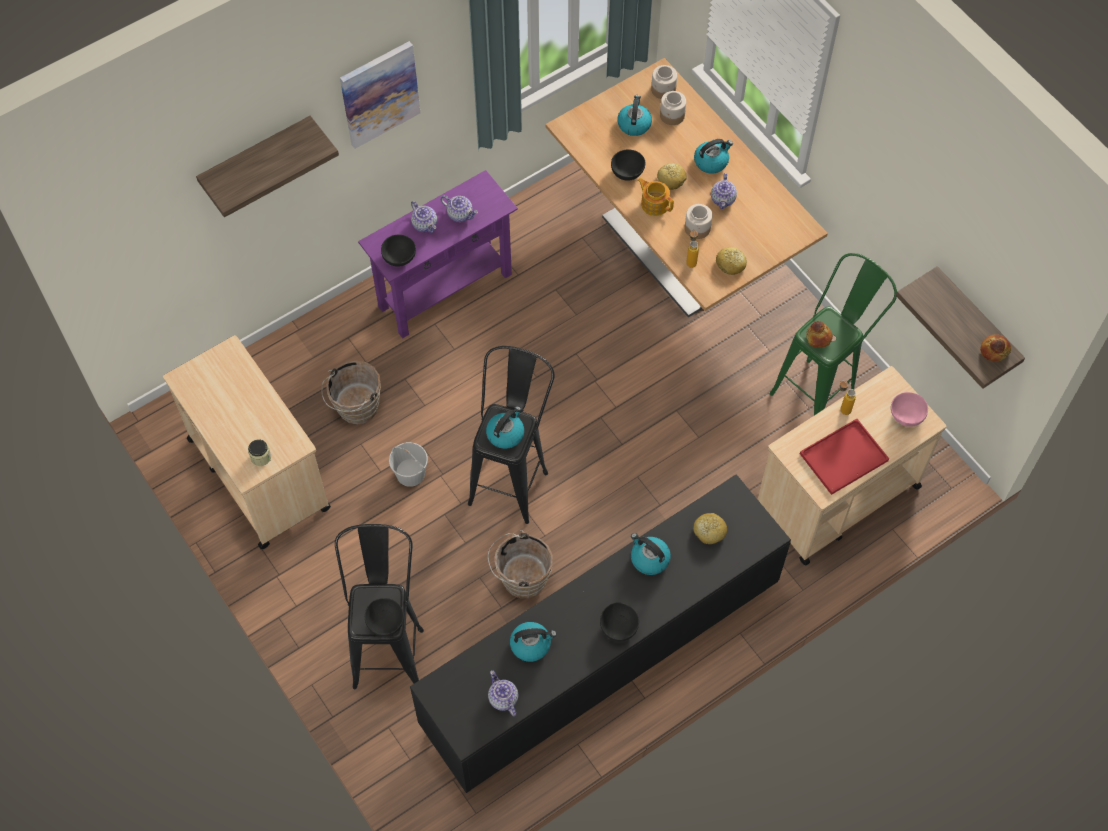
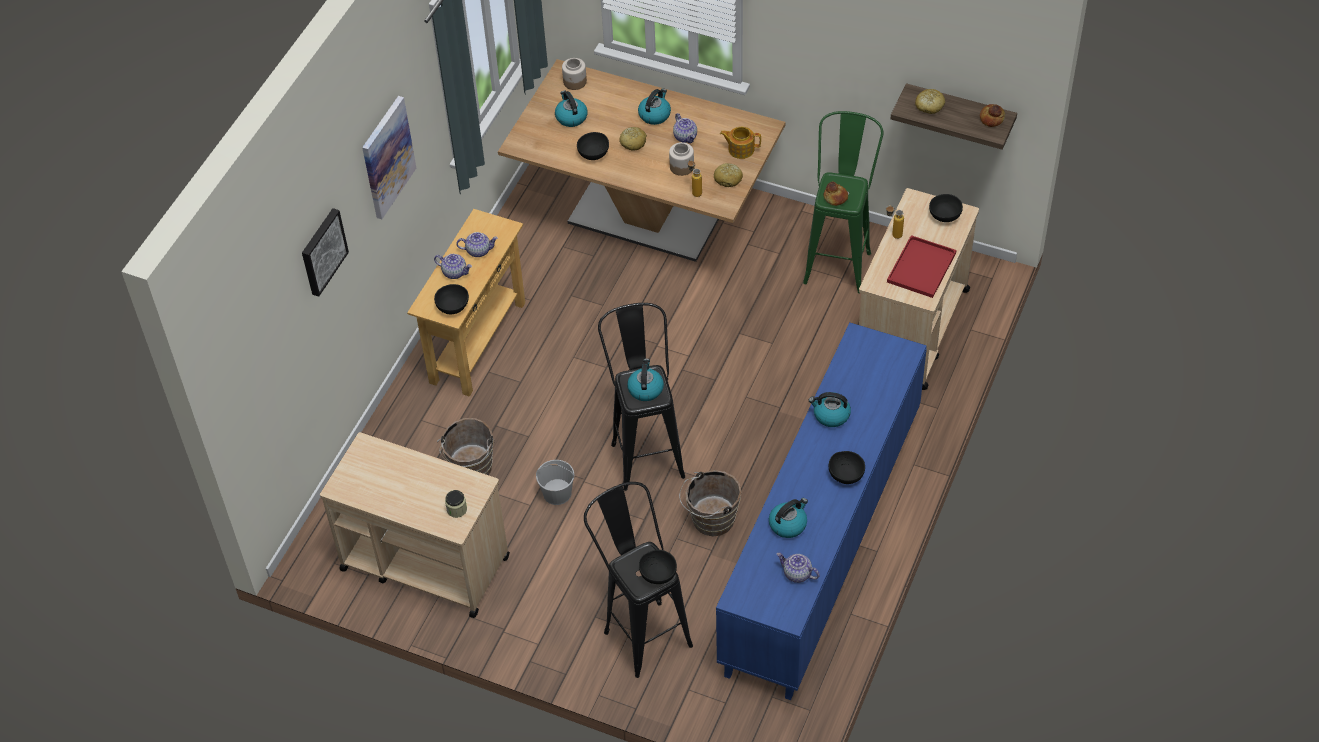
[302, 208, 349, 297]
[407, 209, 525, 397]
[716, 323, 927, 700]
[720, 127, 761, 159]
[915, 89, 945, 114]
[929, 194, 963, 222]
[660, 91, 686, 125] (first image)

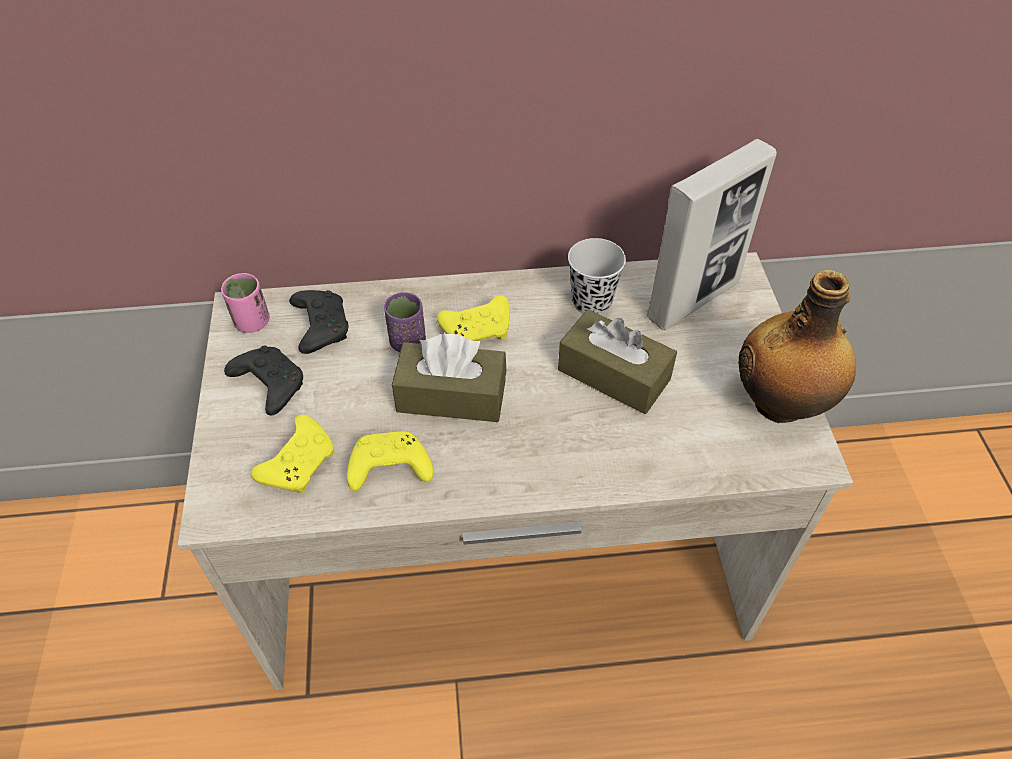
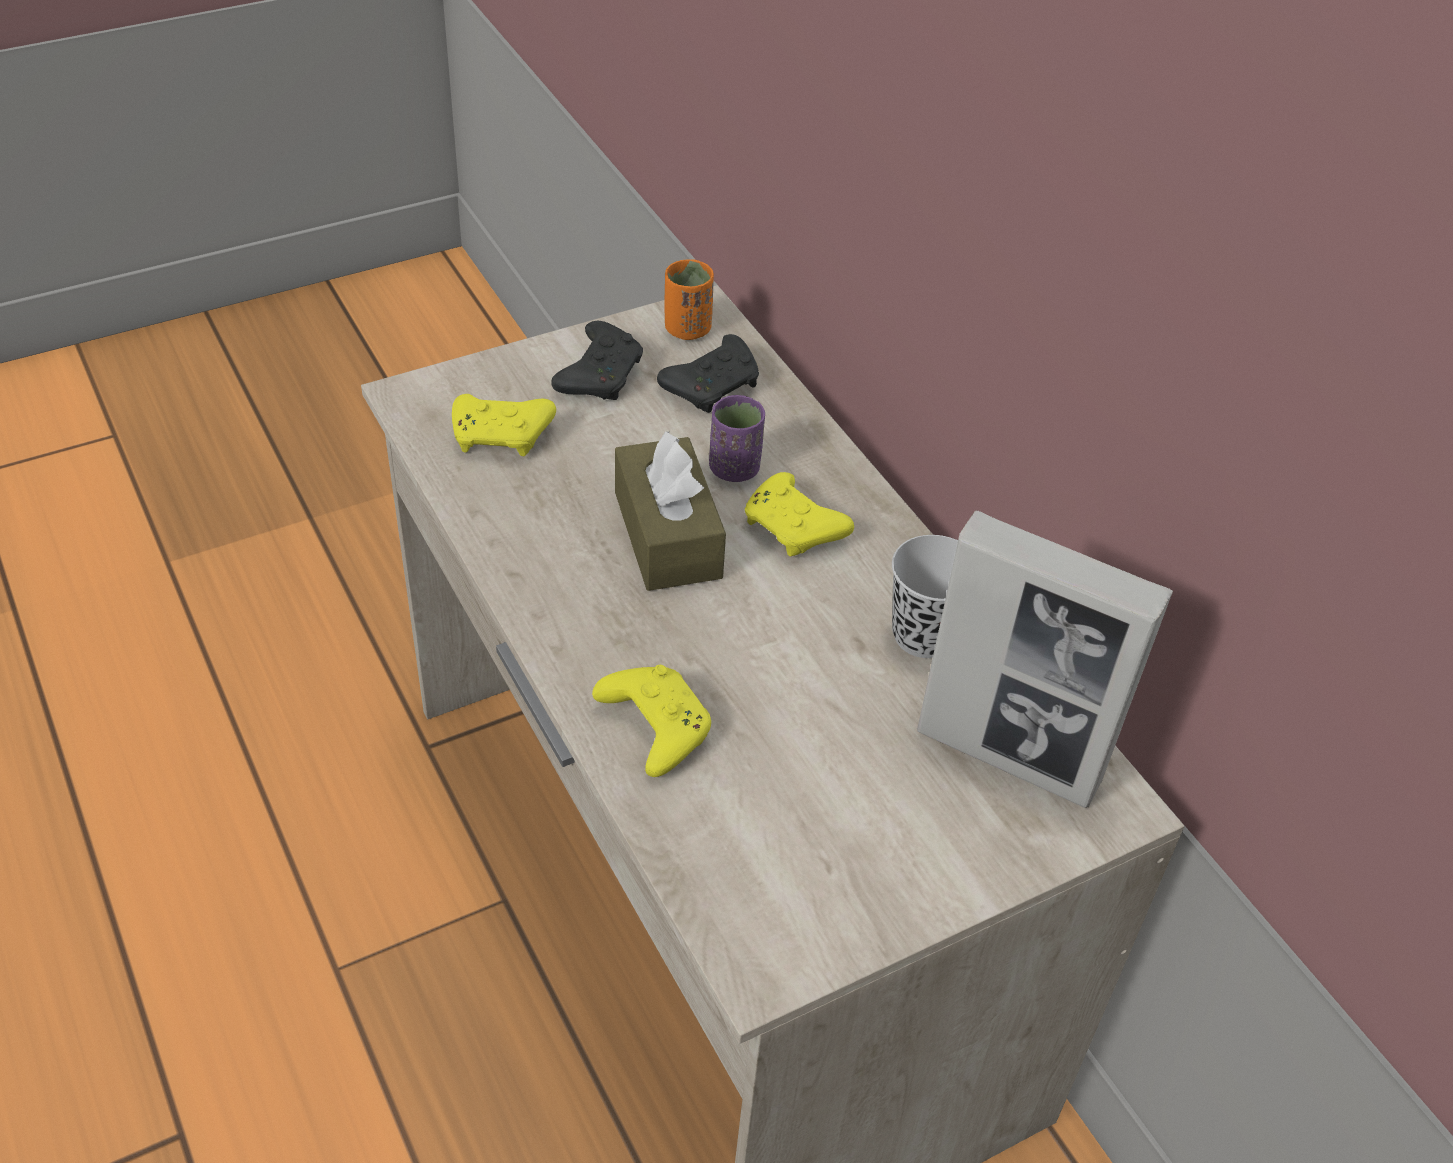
[592, 665, 711, 777]
[664, 259, 714, 340]
[558, 309, 677, 414] (first image)
[738, 270, 856, 423] (first image)

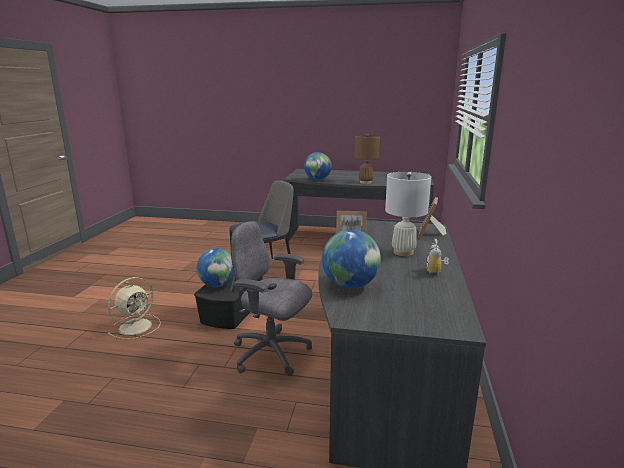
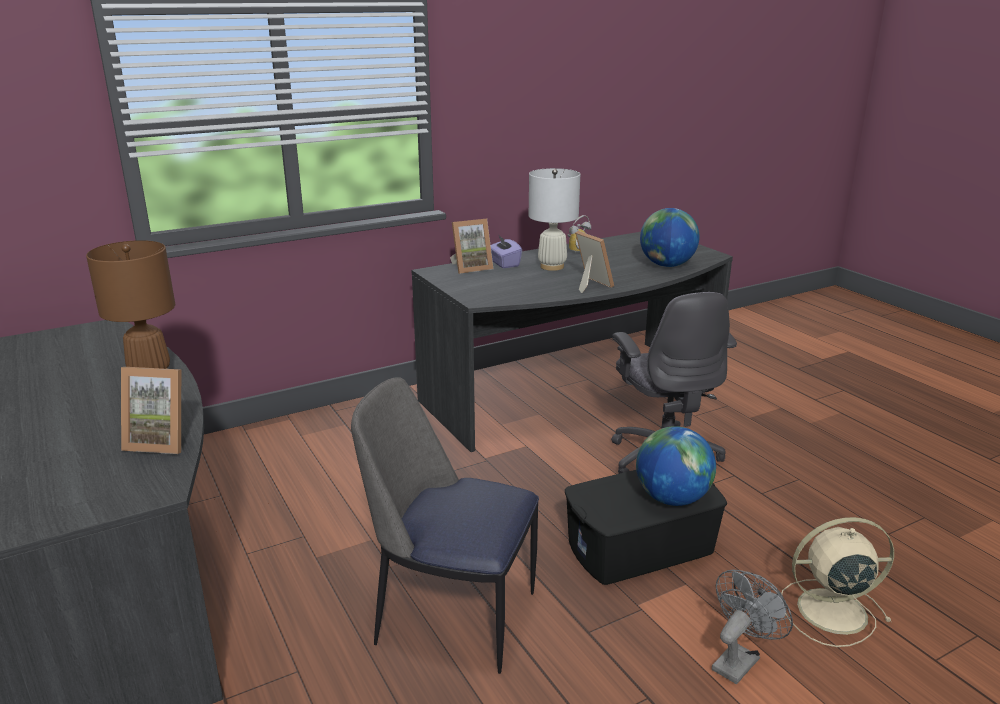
[121, 367, 181, 454]
[491, 236, 522, 268]
[712, 570, 793, 684]

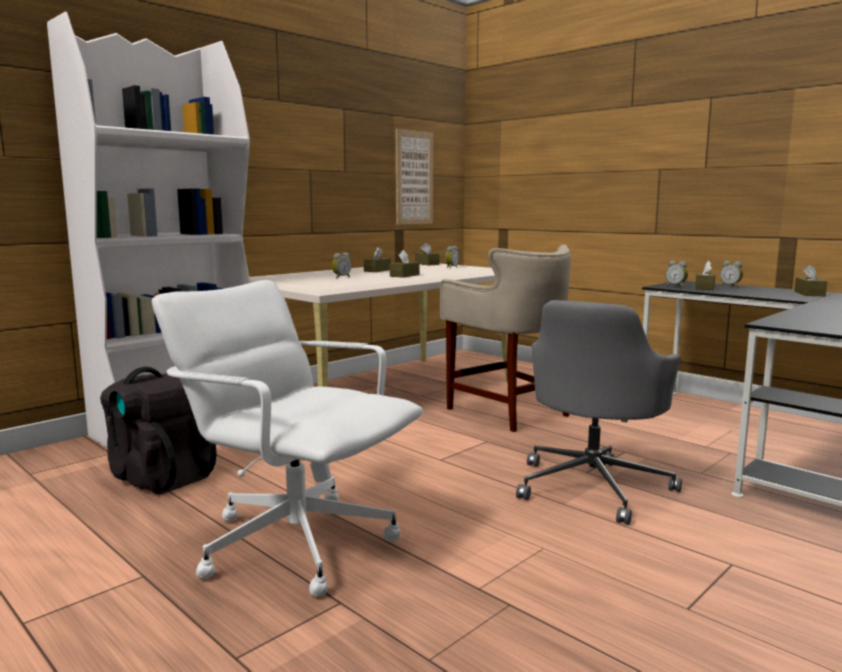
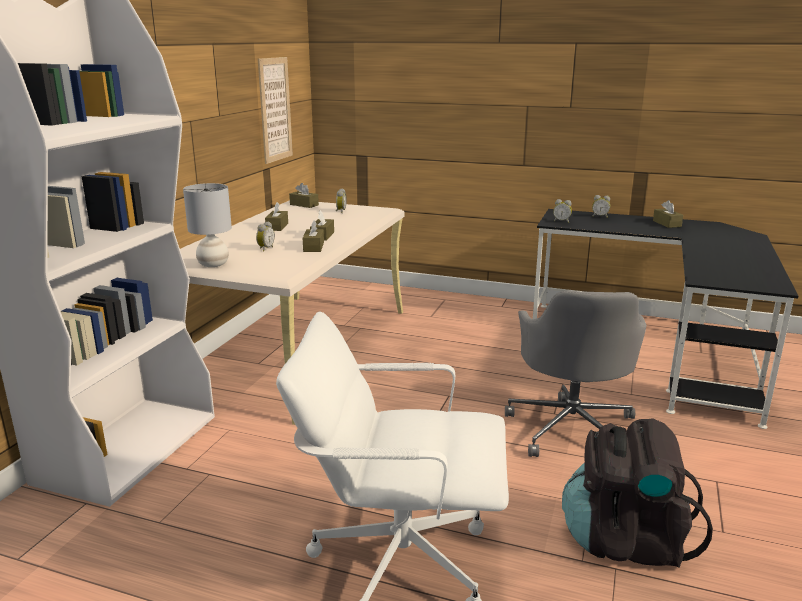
[183, 183, 232, 267]
[303, 220, 324, 252]
[562, 419, 713, 568]
[440, 245, 571, 432] (first image)

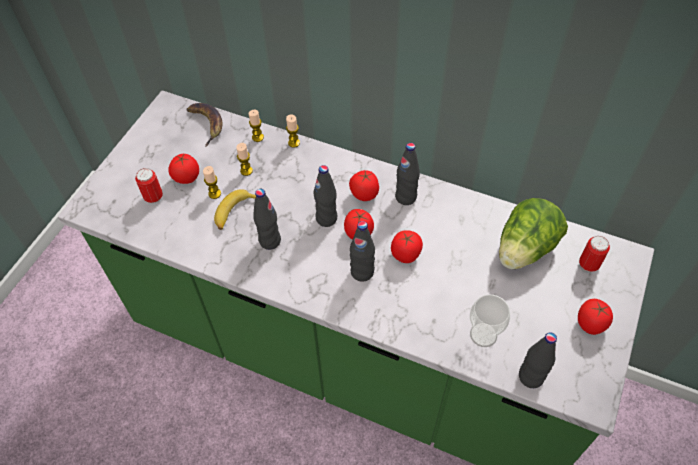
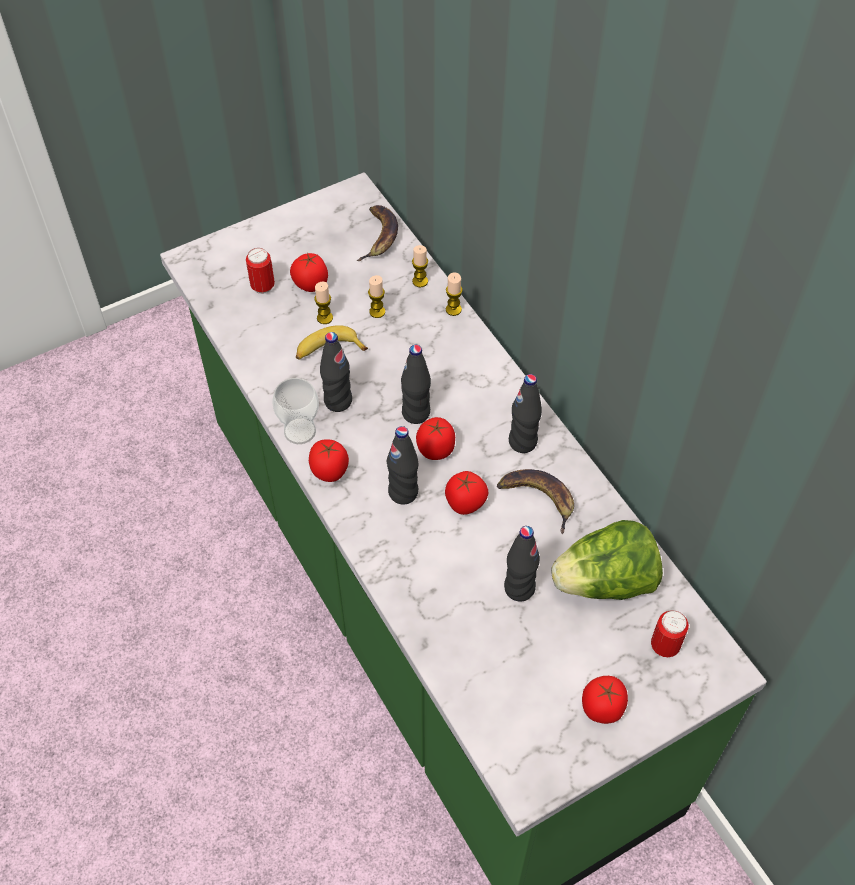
[272, 378, 319, 444]
[309, 439, 349, 482]
[497, 469, 574, 535]
[504, 526, 540, 602]

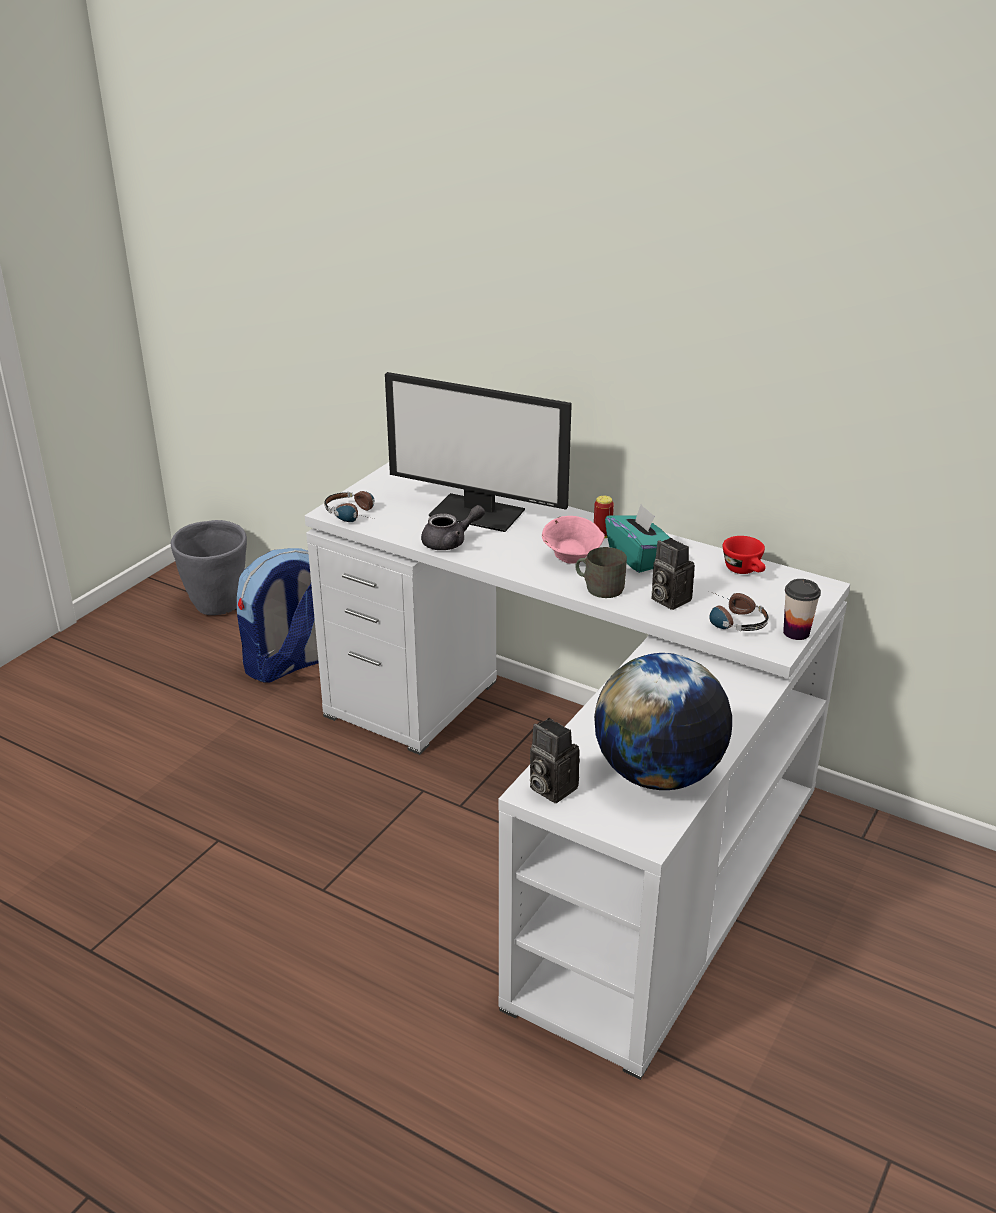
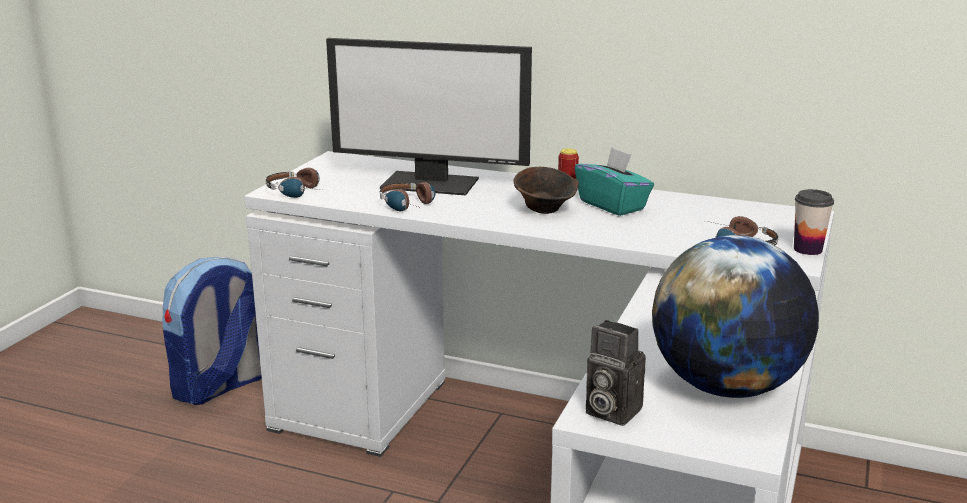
[379, 182, 435, 211]
[513, 167, 579, 214]
[171, 520, 247, 615] (first image)
[575, 547, 627, 598] (first image)
[651, 538, 695, 610] (first image)
[723, 536, 766, 574] (first image)

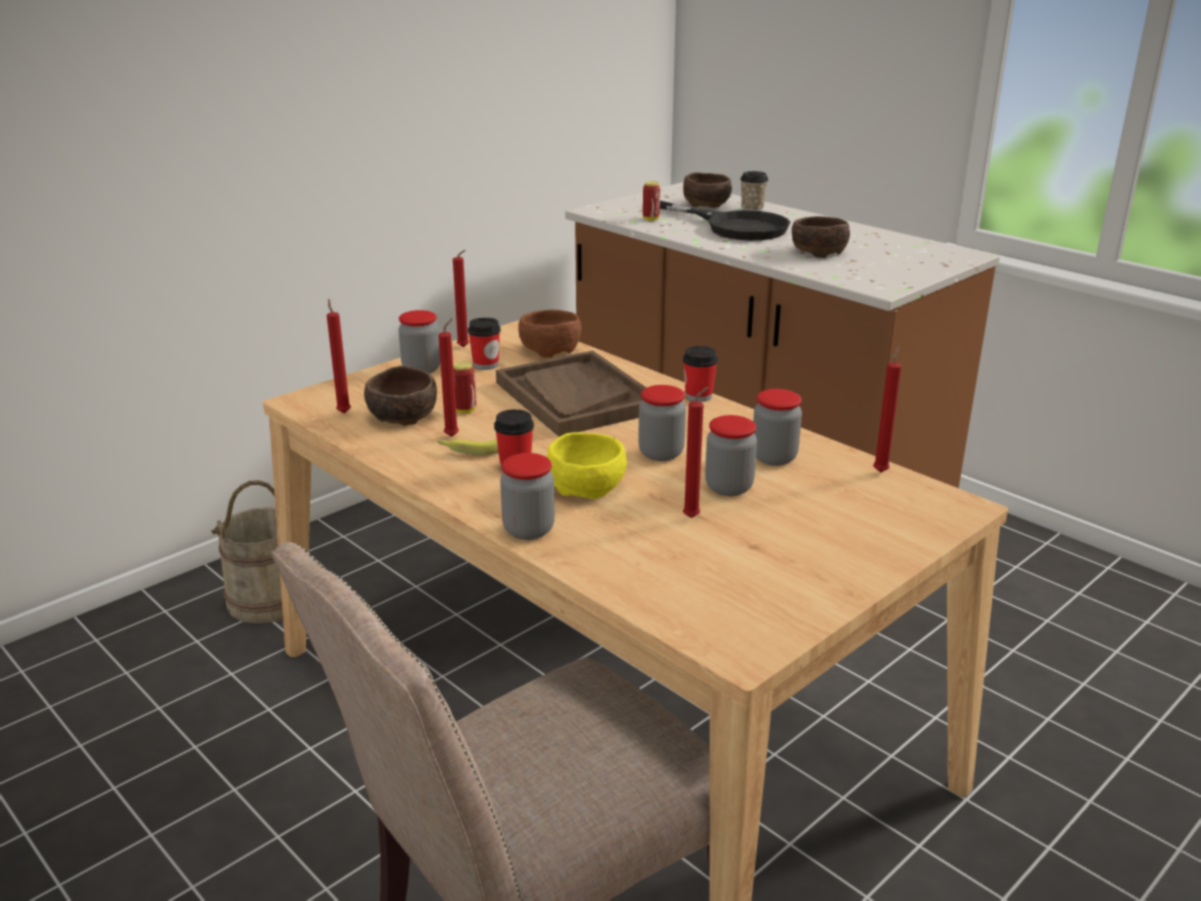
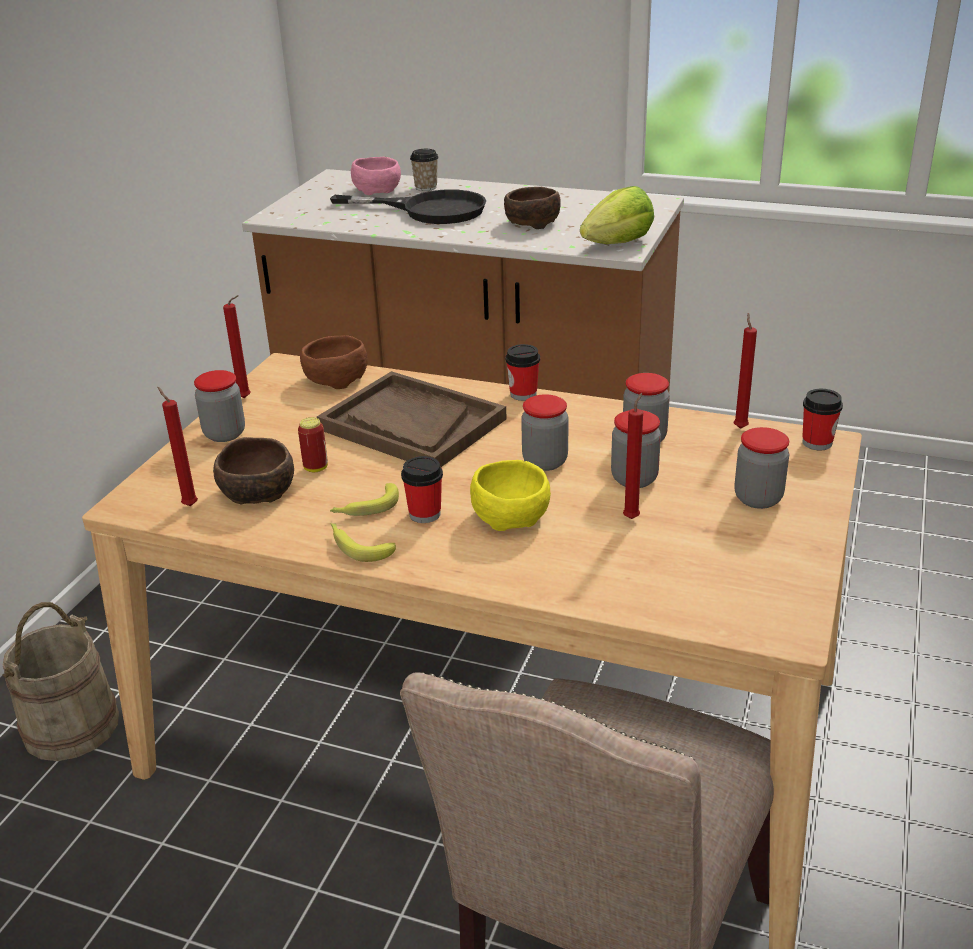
[331, 523, 396, 562]
[351, 157, 401, 195]
[580, 186, 654, 244]
[735, 427, 789, 509]
[802, 389, 843, 451]
[438, 318, 459, 437] (first image)
[643, 181, 660, 221] (first image)

